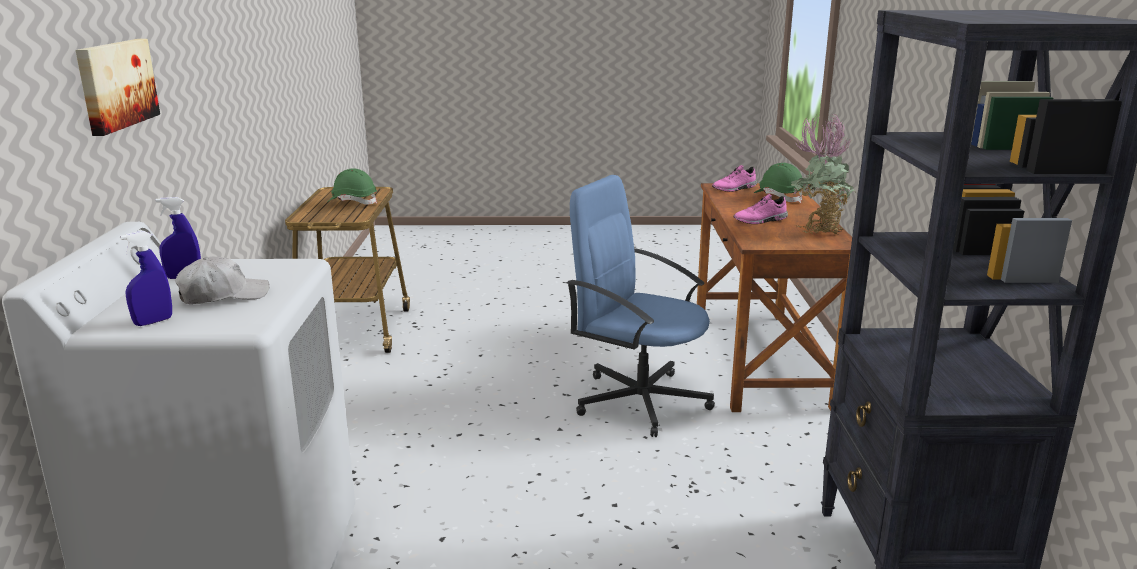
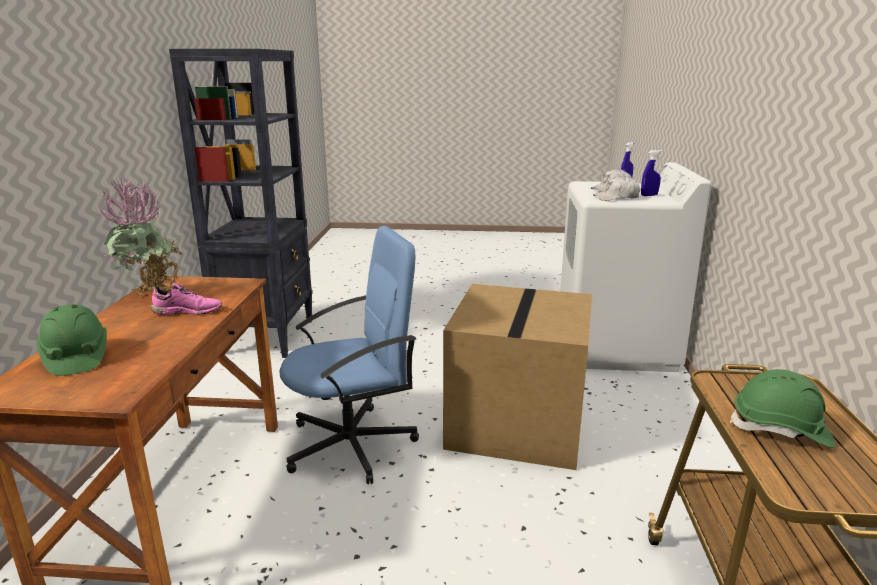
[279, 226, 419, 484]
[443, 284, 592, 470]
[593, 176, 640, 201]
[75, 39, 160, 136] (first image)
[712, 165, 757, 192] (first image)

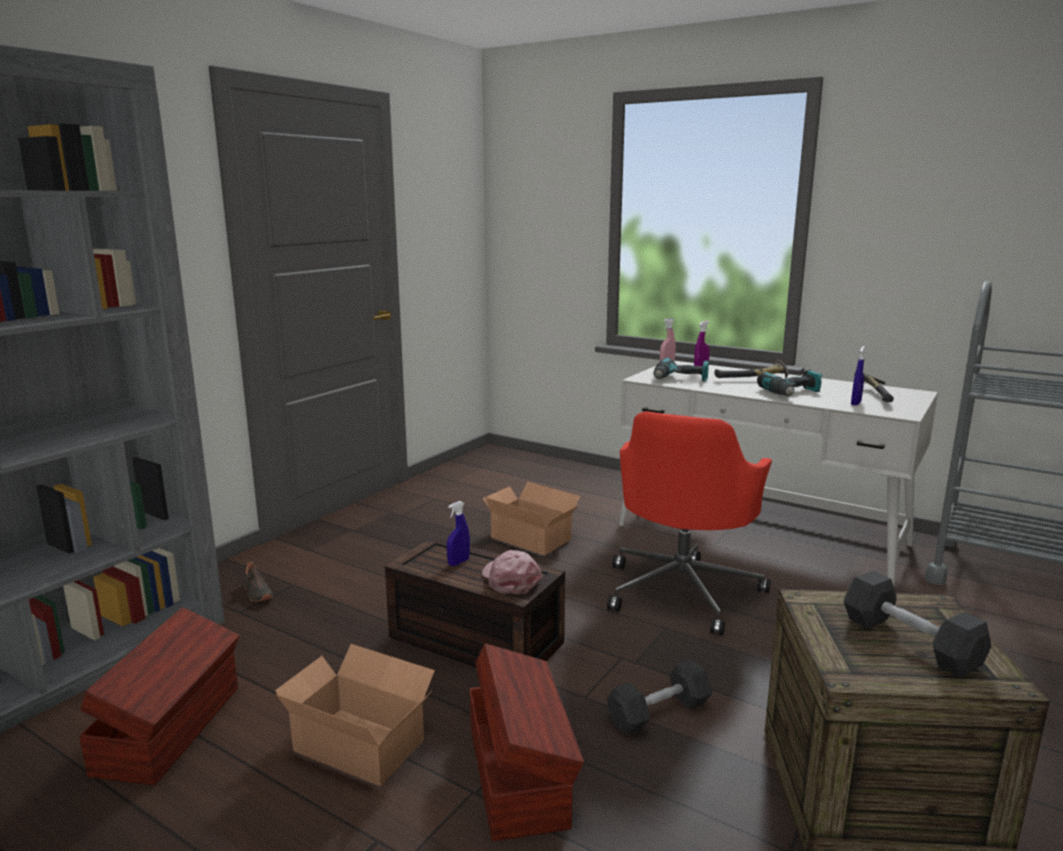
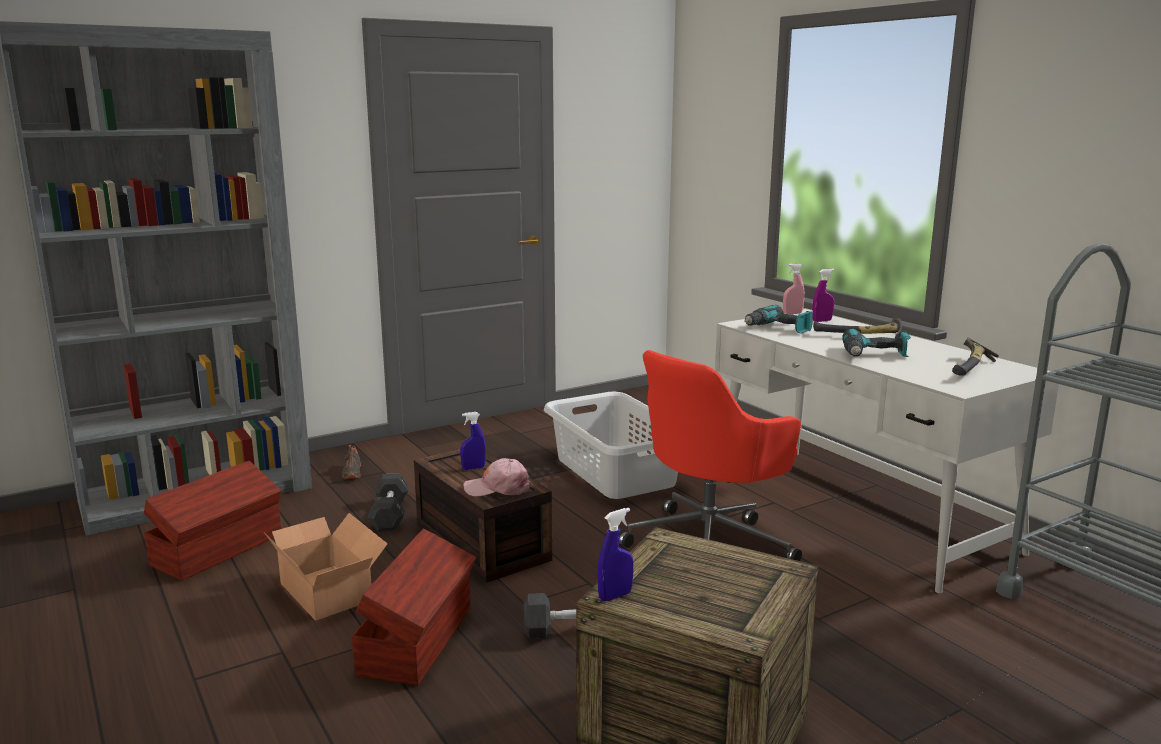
[368, 473, 409, 531]
[463, 458, 531, 496]
[544, 392, 678, 499]
[597, 508, 634, 601]

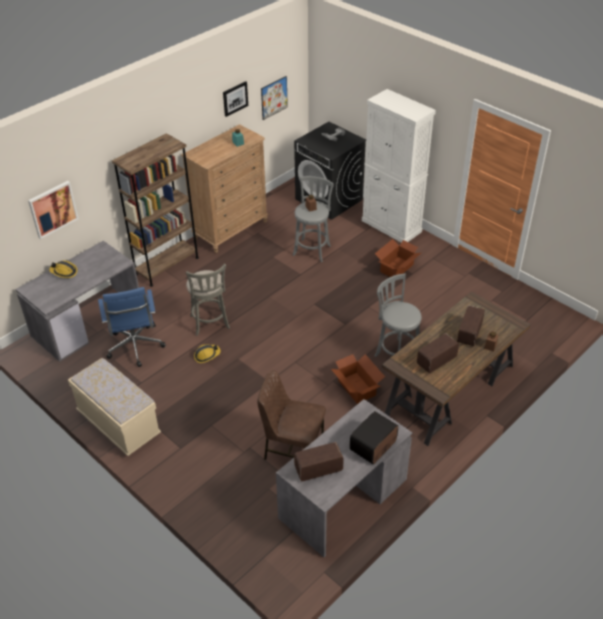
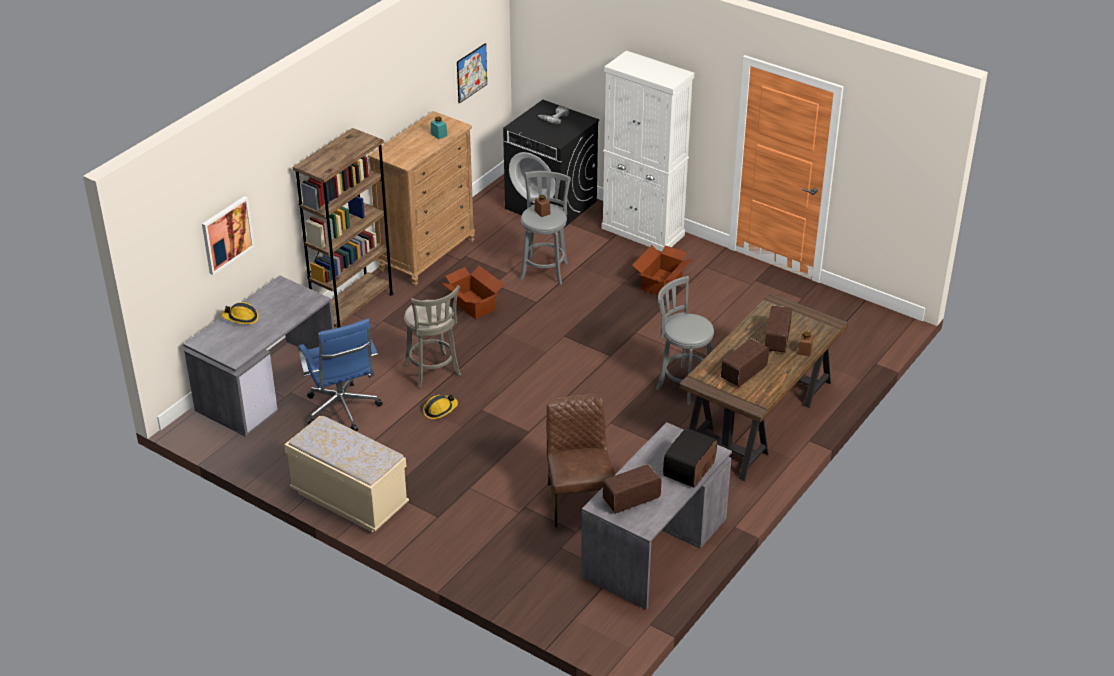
[442, 266, 504, 319]
[547, 394, 615, 527]
[223, 81, 248, 117] (first image)

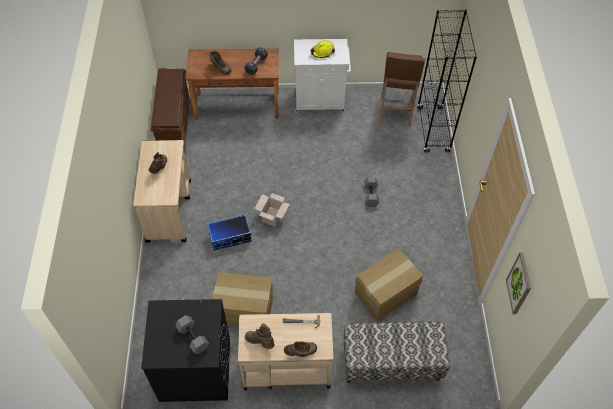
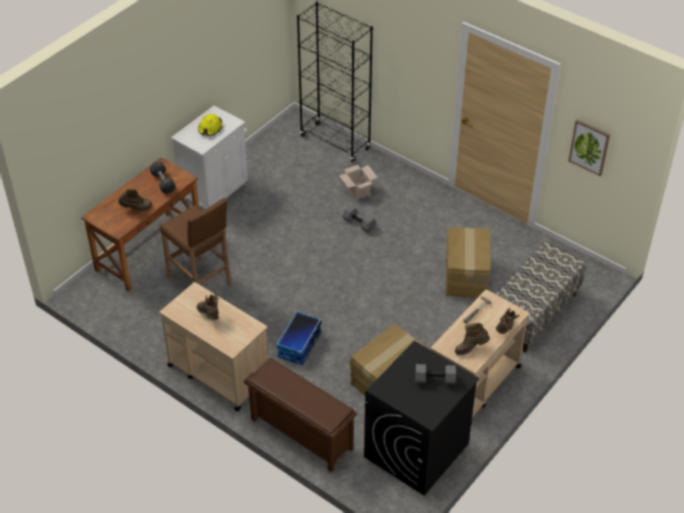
[160, 198, 232, 287]
[244, 358, 357, 472]
[339, 165, 377, 200]

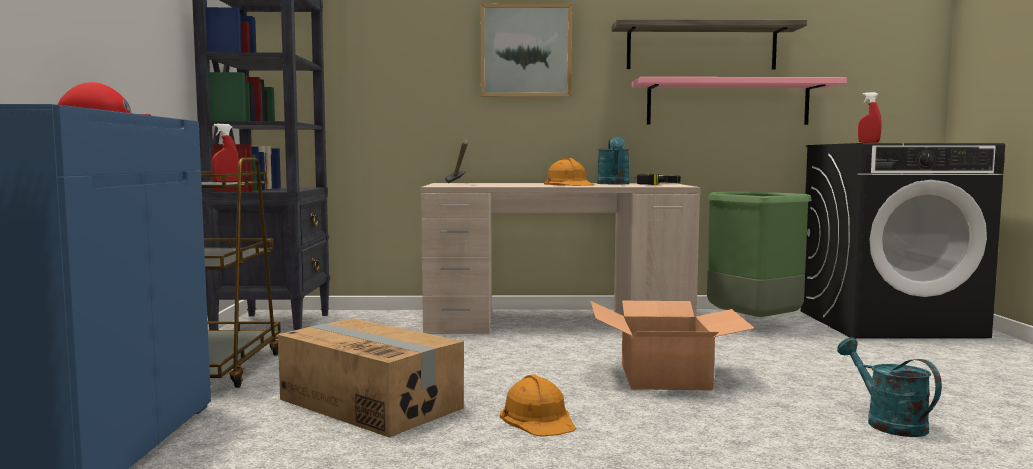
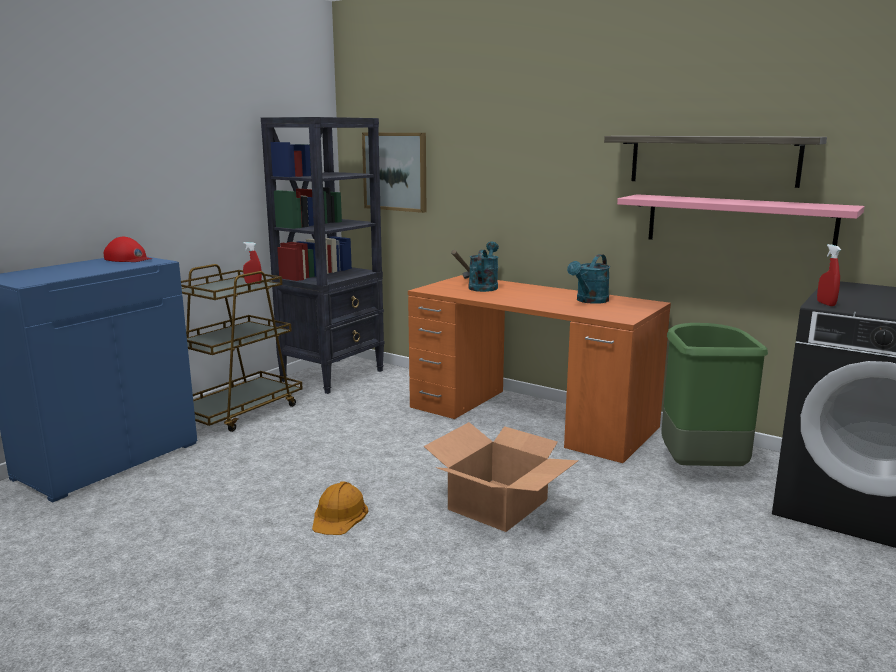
[362, 133, 426, 213]
[408, 275, 671, 463]
[468, 242, 499, 292]
[278, 318, 464, 438] (first image)
[544, 158, 595, 186] (first image)
[634, 174, 681, 185] (first image)

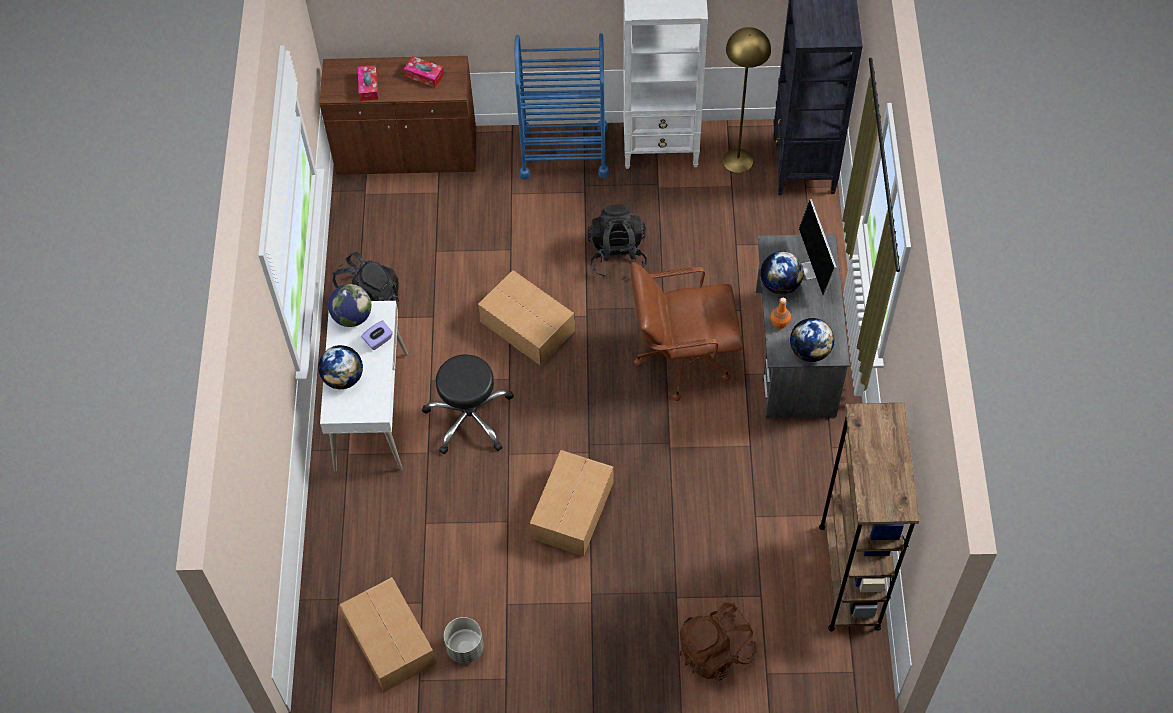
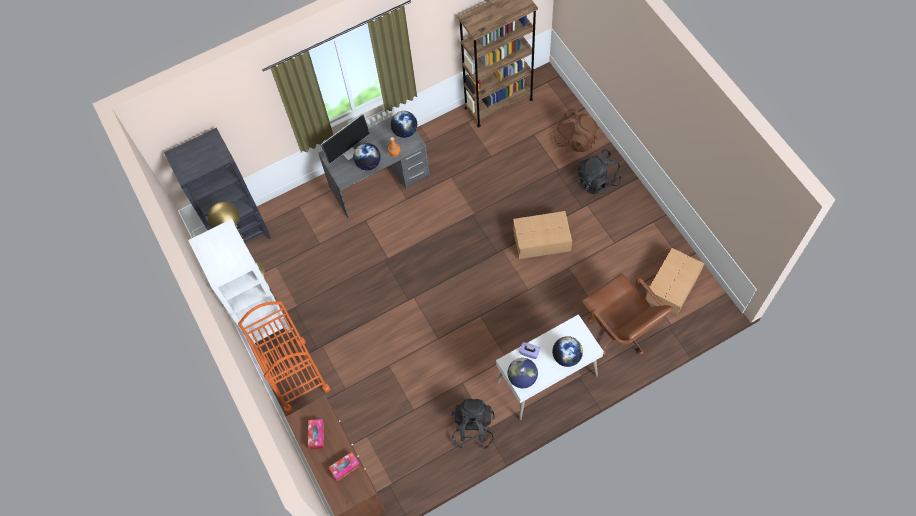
[238, 301, 330, 413]
[578, 149, 621, 194]
[582, 273, 673, 355]
[422, 354, 514, 454] (first image)
[444, 617, 484, 664] (first image)
[478, 270, 575, 366] (first image)

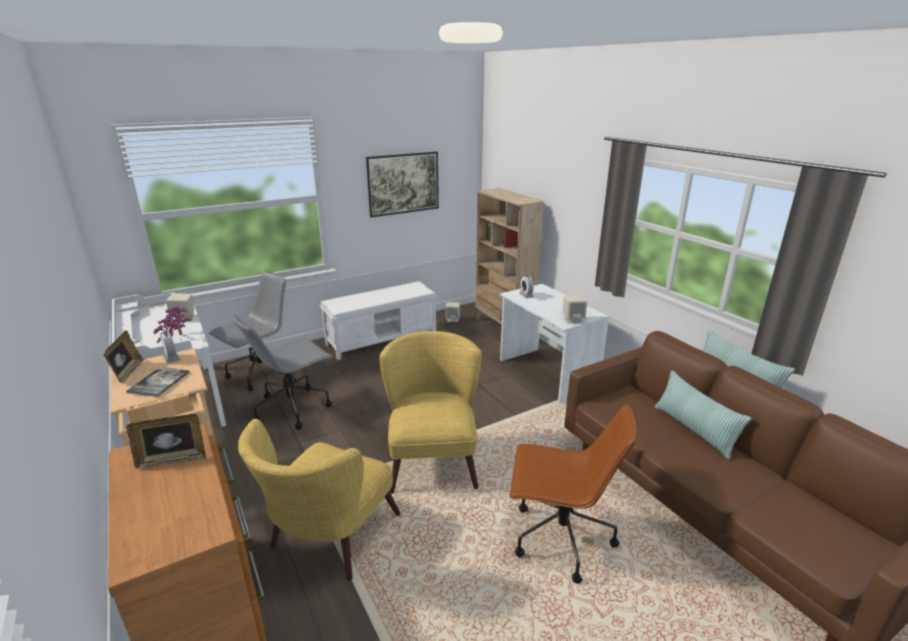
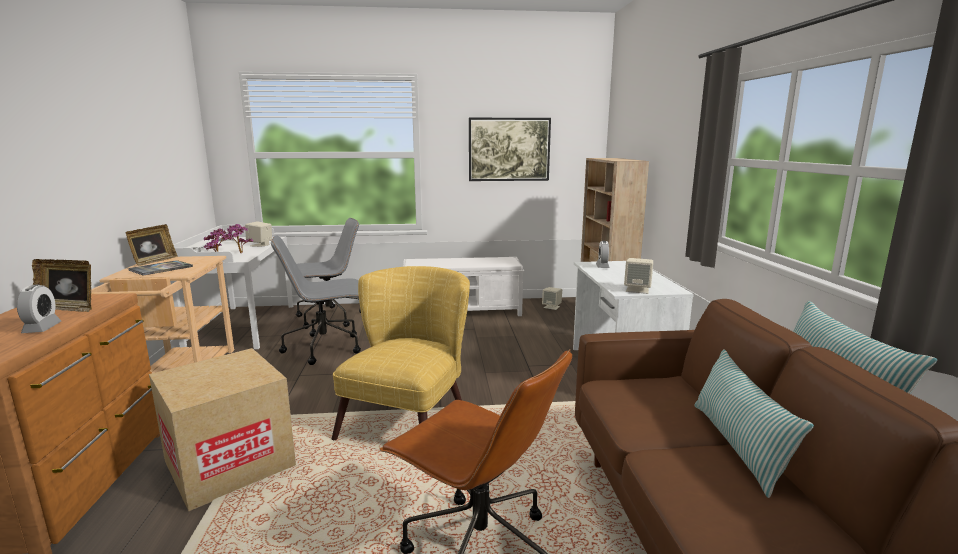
[17, 285, 61, 333]
[149, 348, 296, 511]

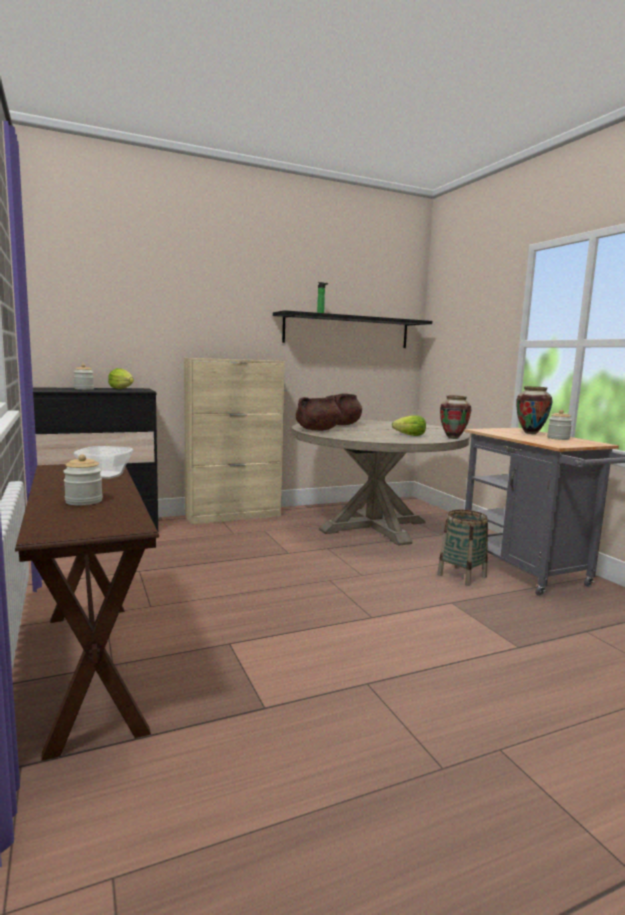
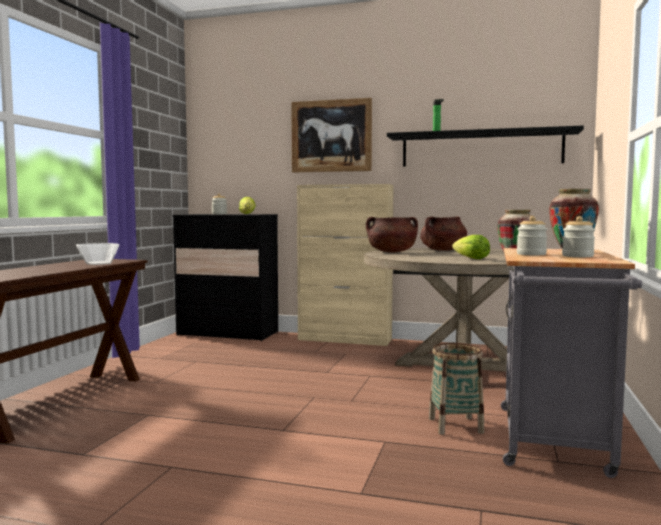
[291, 98, 372, 172]
[517, 216, 547, 255]

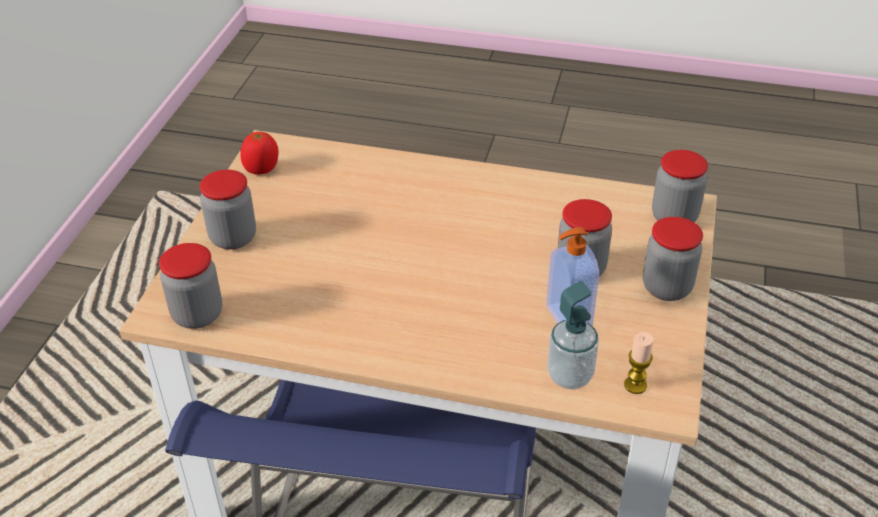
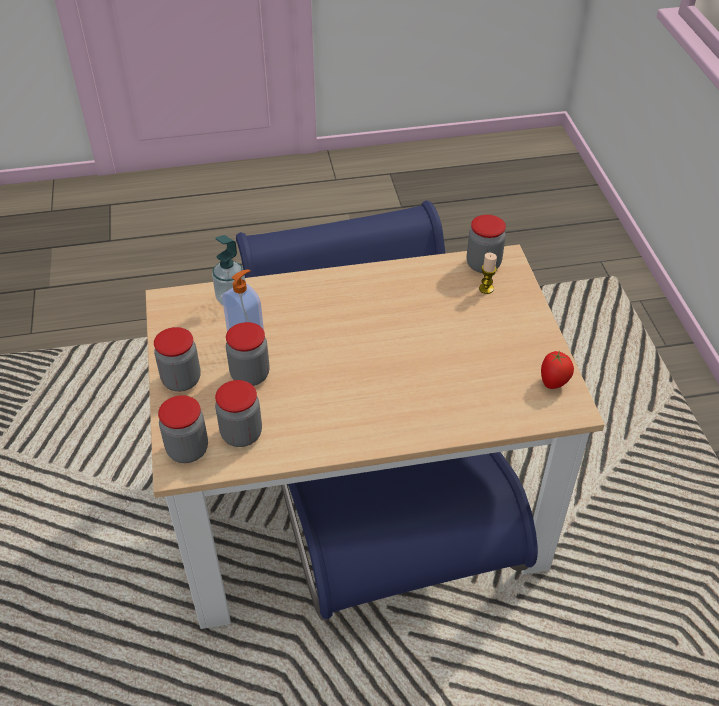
[215, 380, 262, 447]
[479, 252, 497, 294]

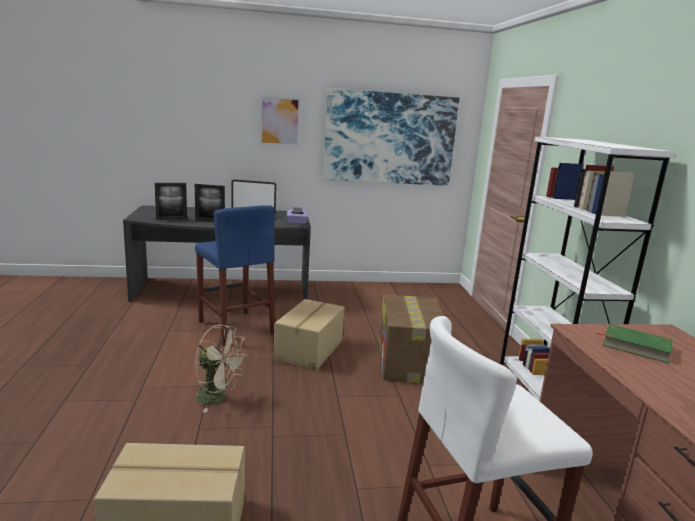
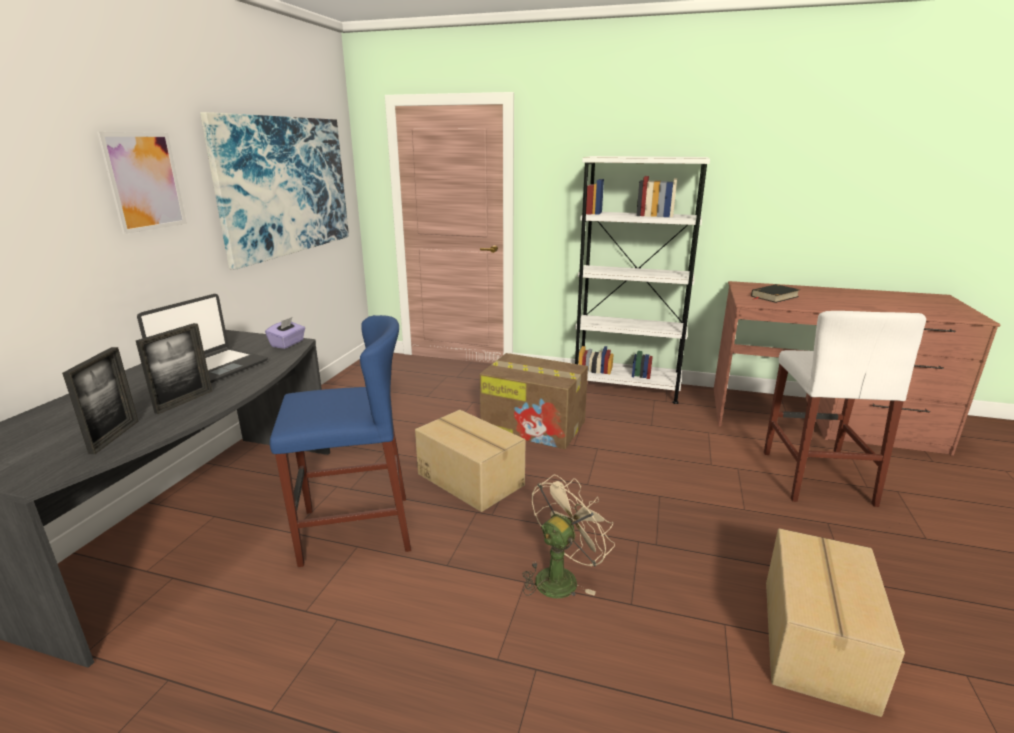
[751, 284, 800, 303]

